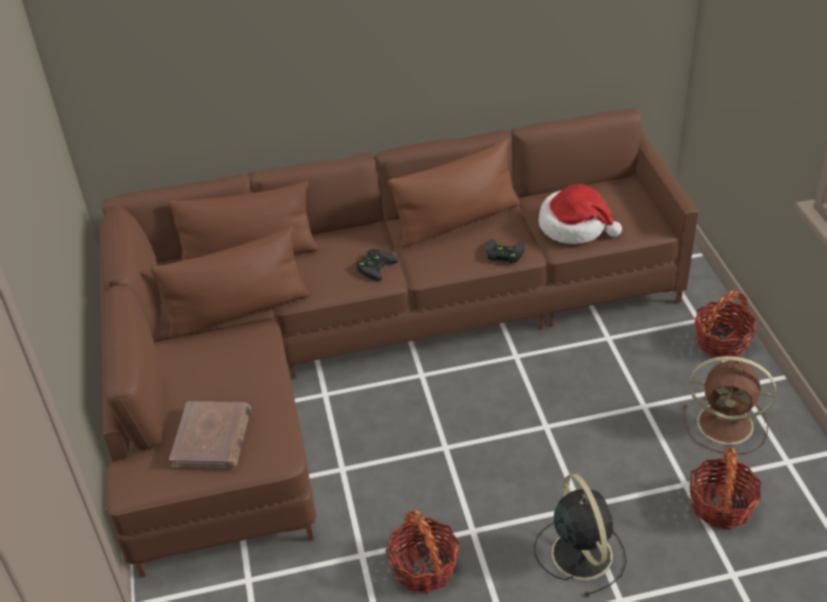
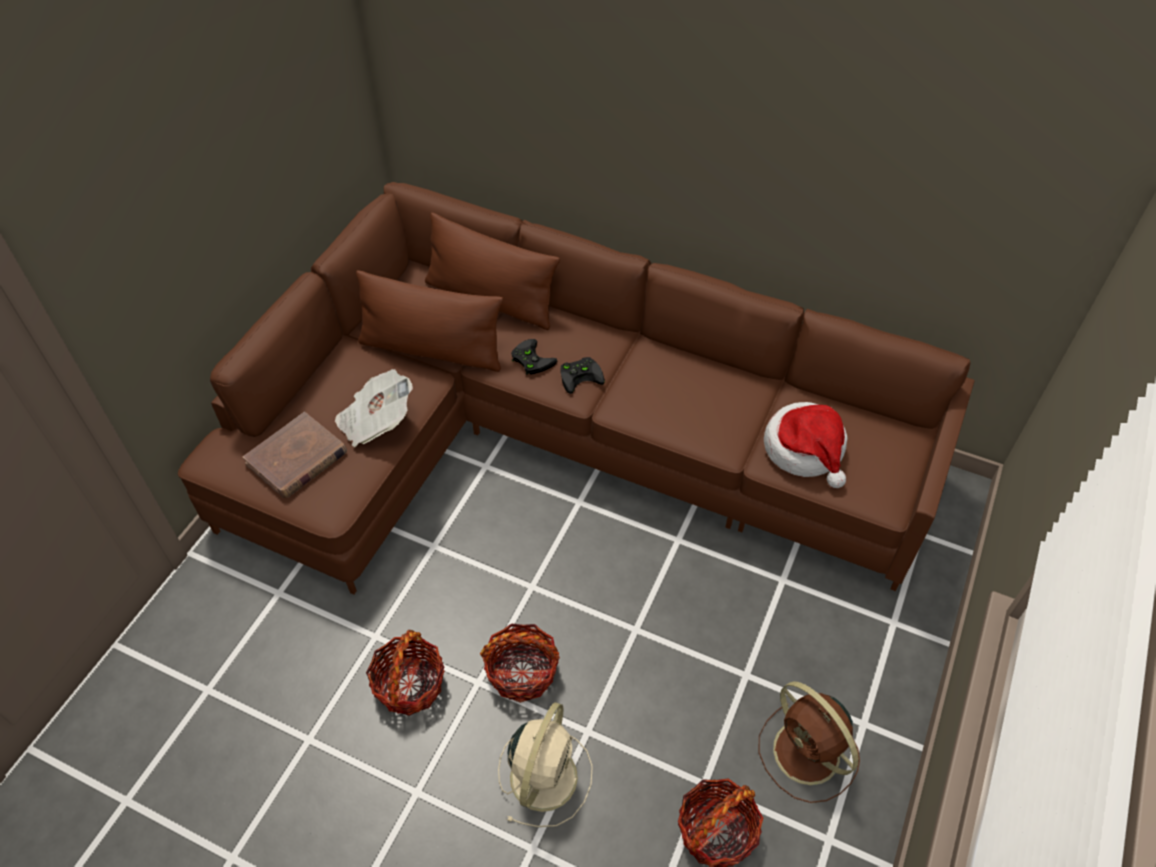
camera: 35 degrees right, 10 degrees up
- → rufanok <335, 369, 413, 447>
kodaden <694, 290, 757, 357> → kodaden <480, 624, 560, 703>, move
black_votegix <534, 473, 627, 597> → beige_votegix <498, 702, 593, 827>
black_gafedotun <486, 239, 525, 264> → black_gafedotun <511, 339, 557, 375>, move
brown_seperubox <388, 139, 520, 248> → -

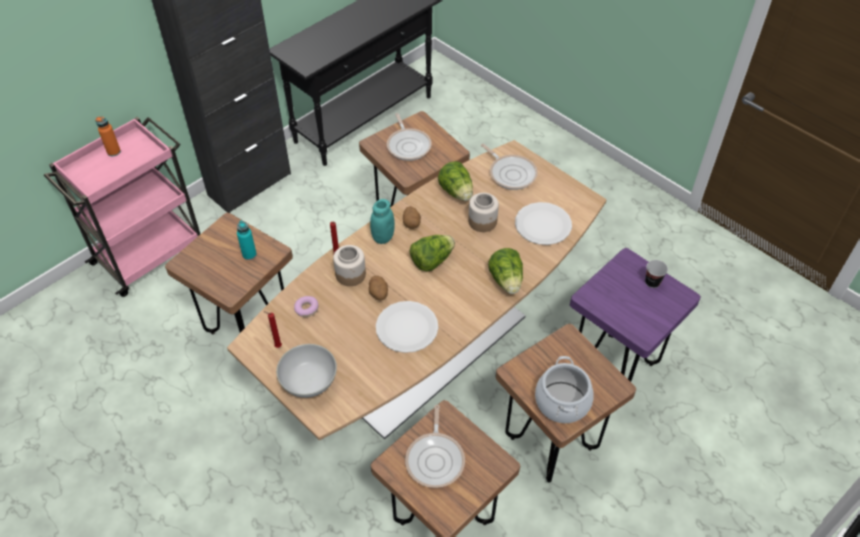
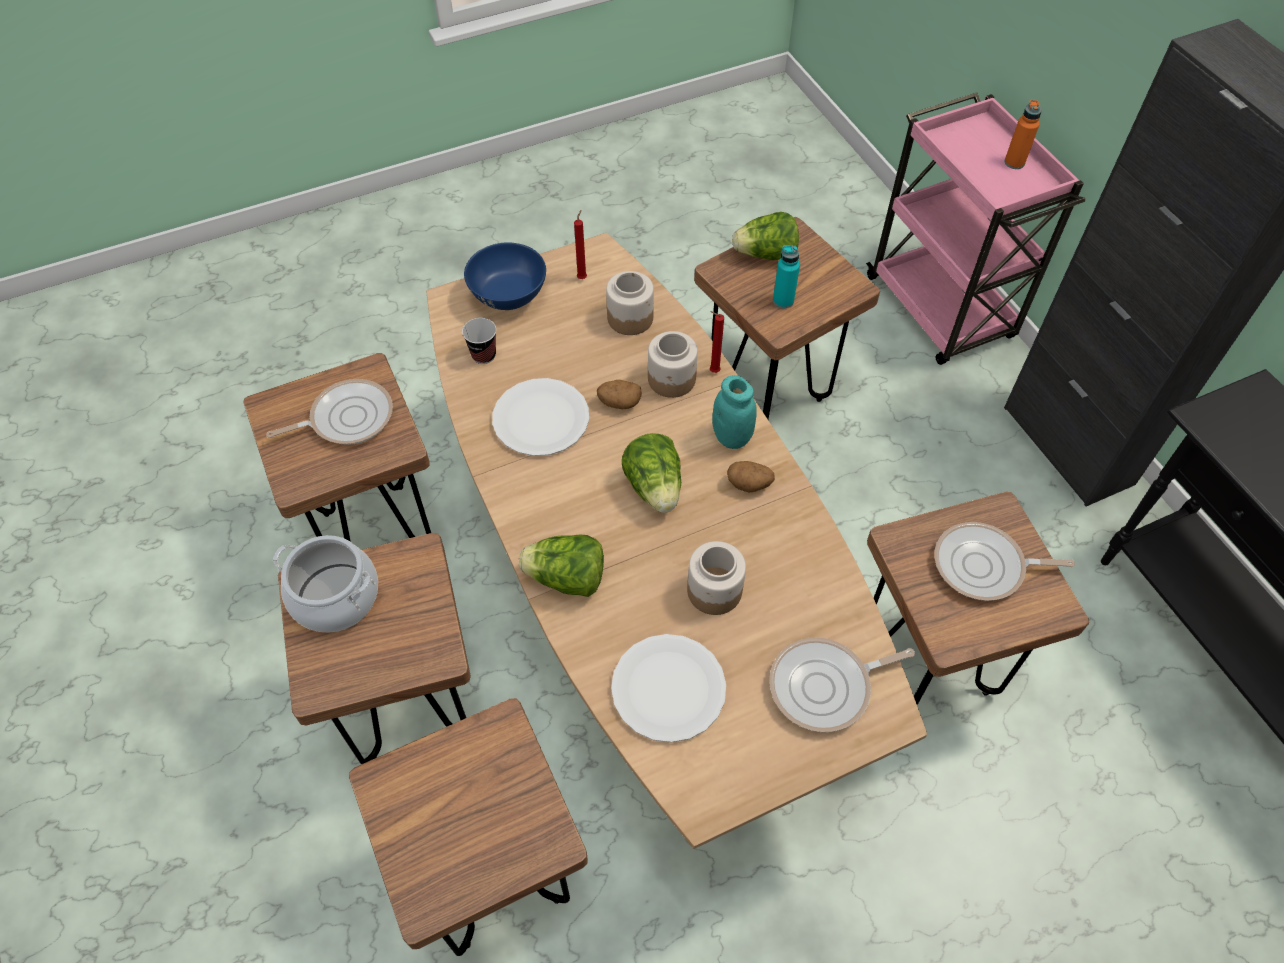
camera: 110 degrees right, 5 degrees up
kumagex <405, 405, 465, 488> → kumagex <266, 379, 393, 445>, 135 degrees clockwise
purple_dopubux <570, 248, 701, 382> → brown_dopubux <349, 698, 587, 956>
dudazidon <645, 260, 668, 288> → dudazidon <462, 318, 496, 364>, move
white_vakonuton <276, 344, 337, 398> → blue_vakonuton <464, 242, 546, 310>
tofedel <294, 296, 319, 317> → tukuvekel <606, 271, 654, 335>
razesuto <438, 161, 473, 201> → razesuto <732, 212, 799, 260>, move

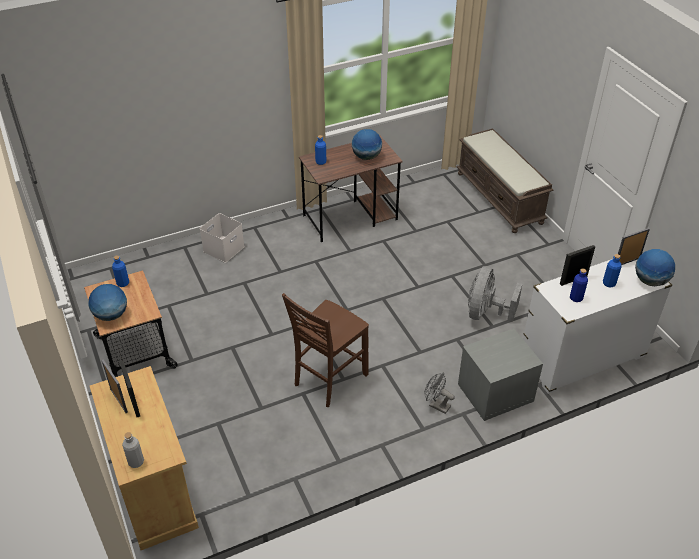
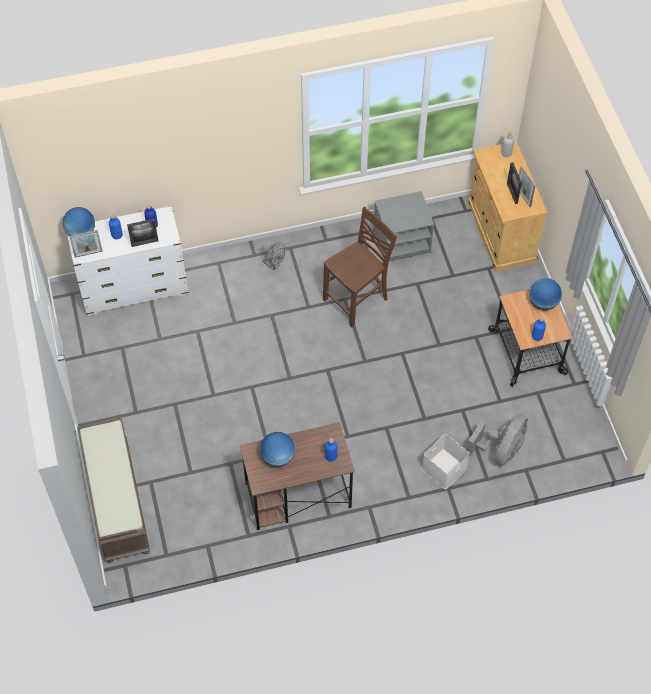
camera: 170 degrees left, 15 degrees up
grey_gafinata <458, 328, 543, 421> → grey_gafinata <373, 191, 434, 261>, move
grey_votegix <468, 266, 522, 322> → grey_votegix <467, 414, 528, 466>, move

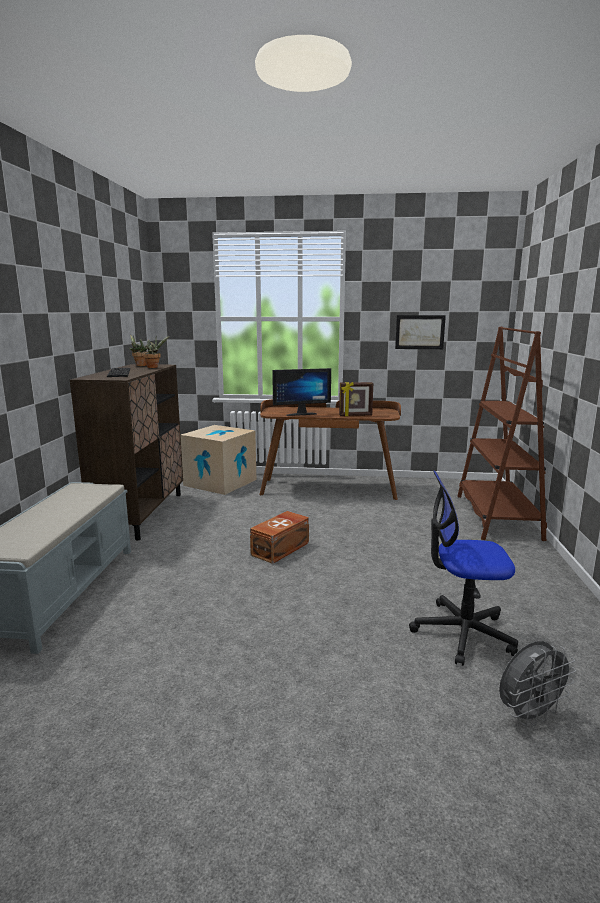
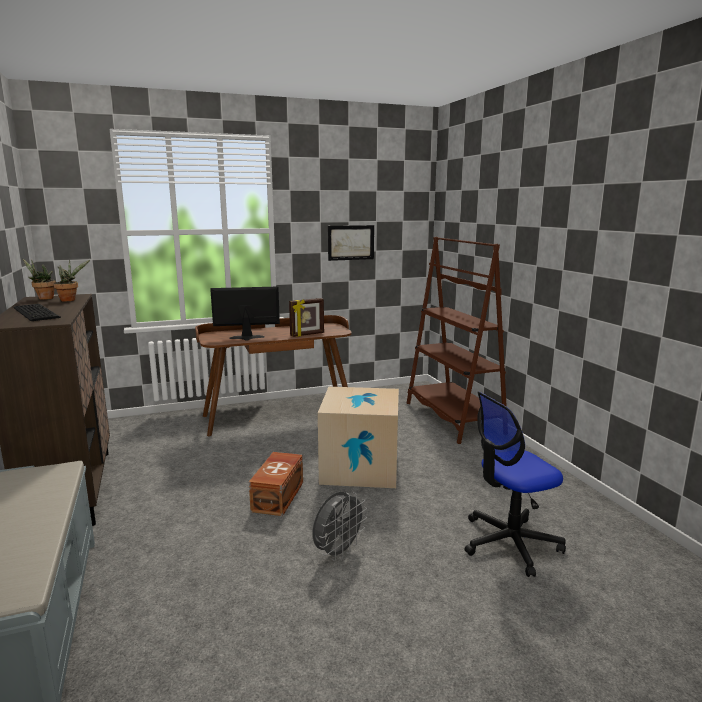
camera: 25 degrees left, 0 degrees up
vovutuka <272, 368, 331, 416> → vovutuka <210, 287, 280, 341>, 150 degrees counterclockwise
grey_votegix <499, 641, 576, 726> → grey_votegix <312, 492, 367, 561>, move
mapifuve <180, 425, 256, 495> → mapifuve <318, 387, 399, 488>, move

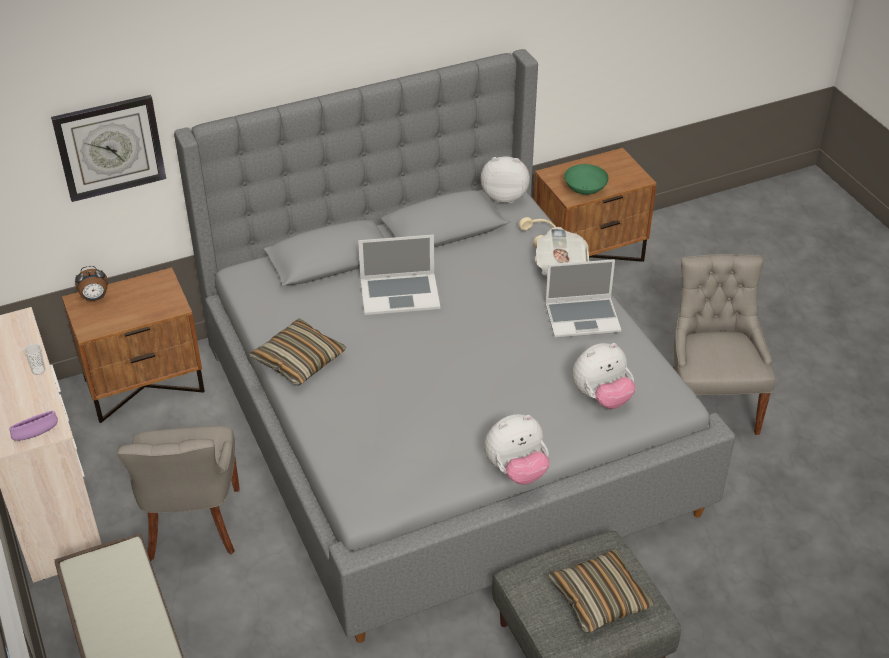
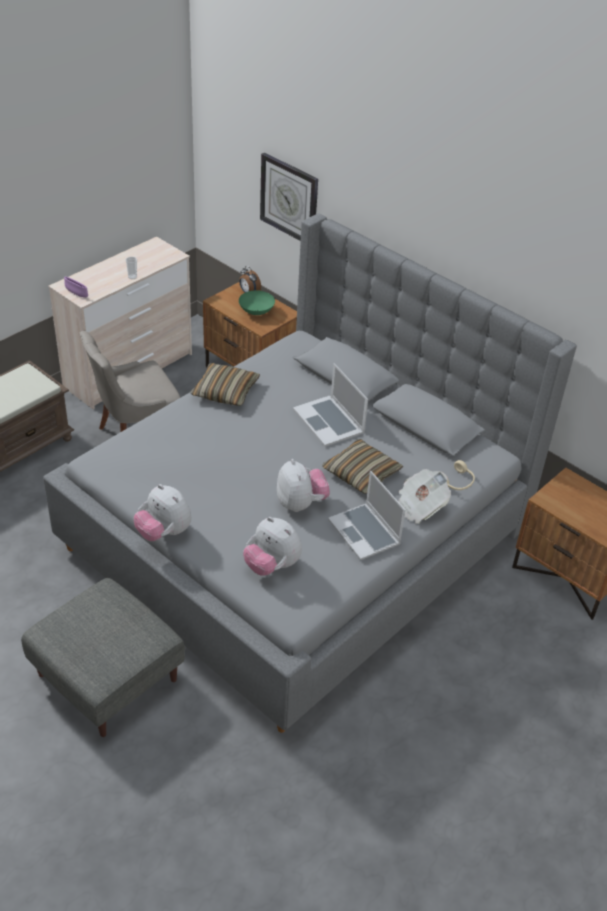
camera: 65 degrees right, 0 degrees up
green_vakonuton <564, 164, 609, 195> → green_vakonuton <239, 290, 275, 315>, move
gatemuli <481, 156, 530, 203> → gatemuli <277, 459, 330, 512>, move
seperubox <549, 549, 654, 633> → seperubox <322, 439, 403, 494>, move
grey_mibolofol <673, 254, 775, 435> → -

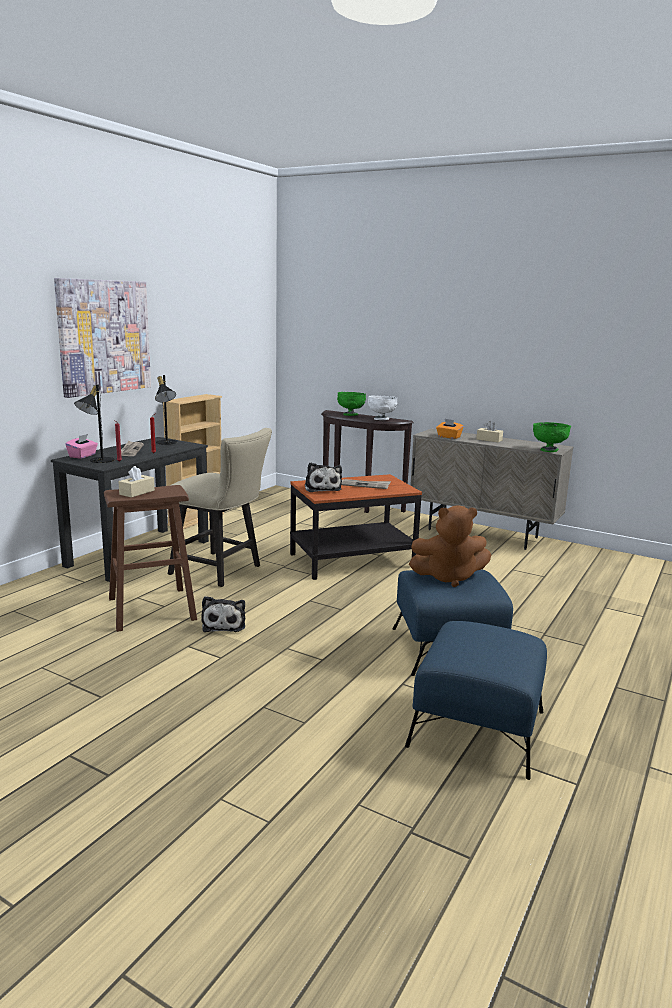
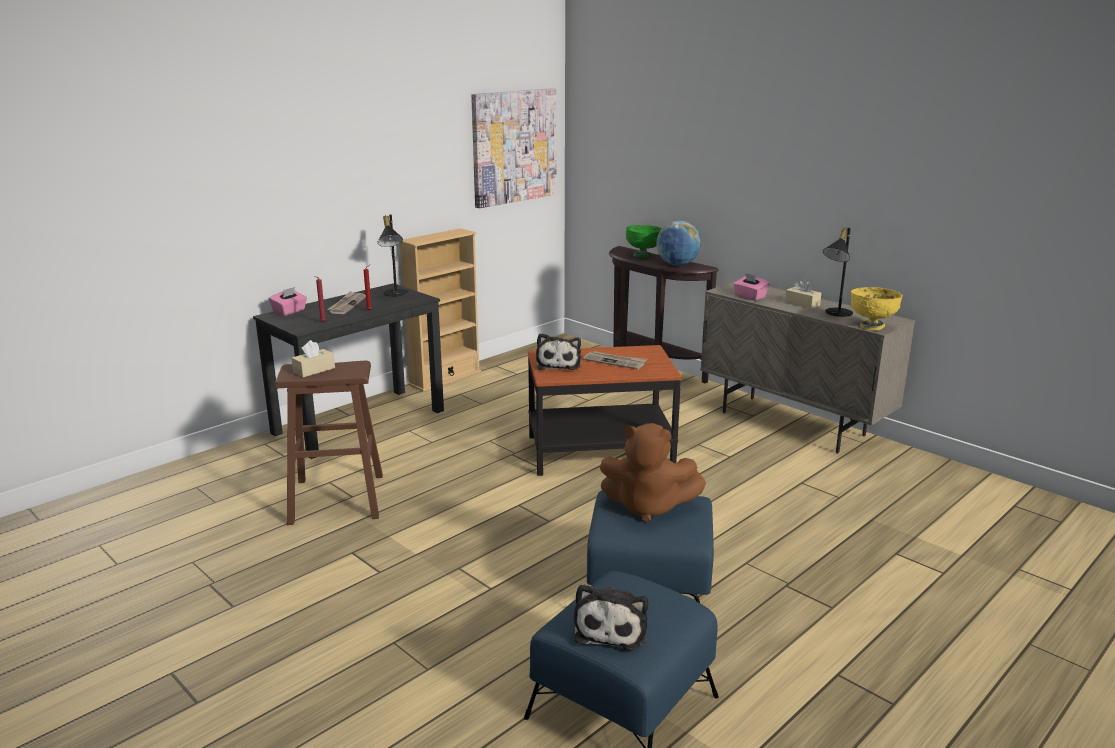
camera: 15 degrees right, 5 degrees up
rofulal <54, 278, 151, 398> → rofulal <471, 88, 556, 208>, move
gatemuli <201, 596, 245, 632> → gatemuli <574, 584, 648, 651>, move
white_vakonuton <368, 396, 397, 420> → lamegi <656, 221, 701, 266>
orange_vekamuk <436, 419, 464, 439> → pink_vekamuk <733, 273, 770, 300>
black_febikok <74, 384, 115, 463> → black_febikok <823, 227, 853, 317>, move
green_vakonuton <533, 422, 571, 452> → yellow_vakonuton <851, 287, 903, 330>
beige_mibolofol <168, 428, 272, 587> → -

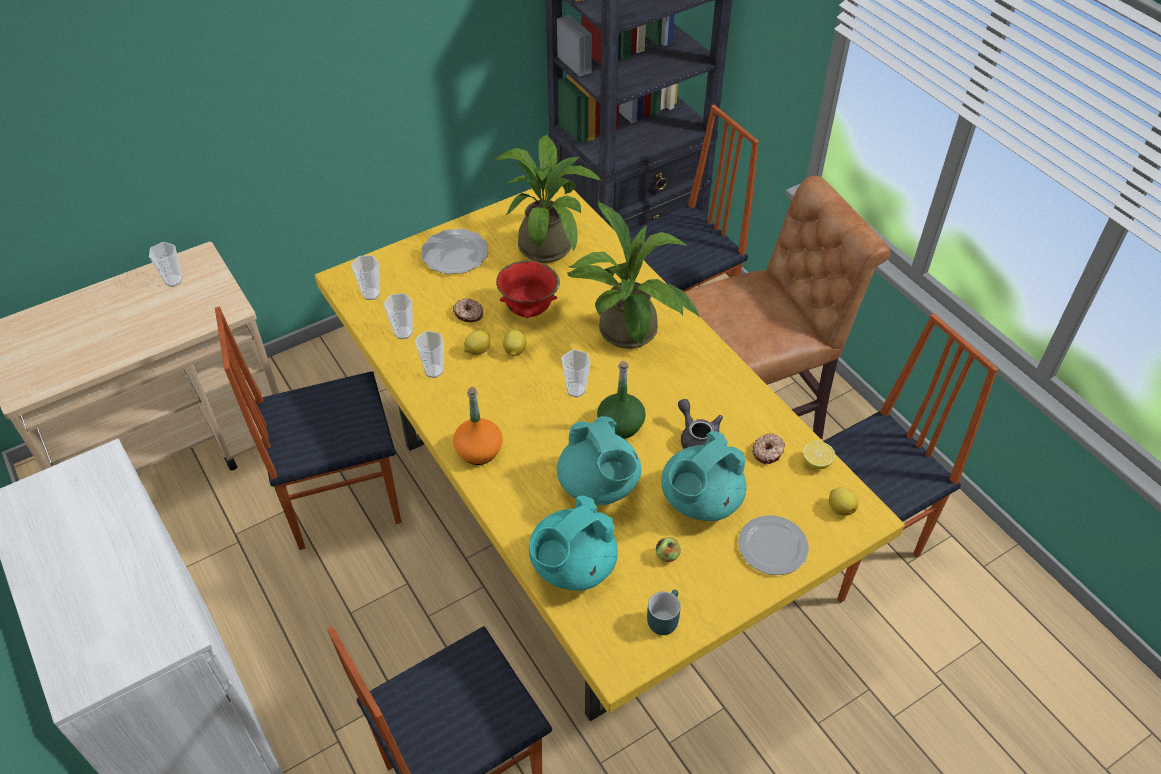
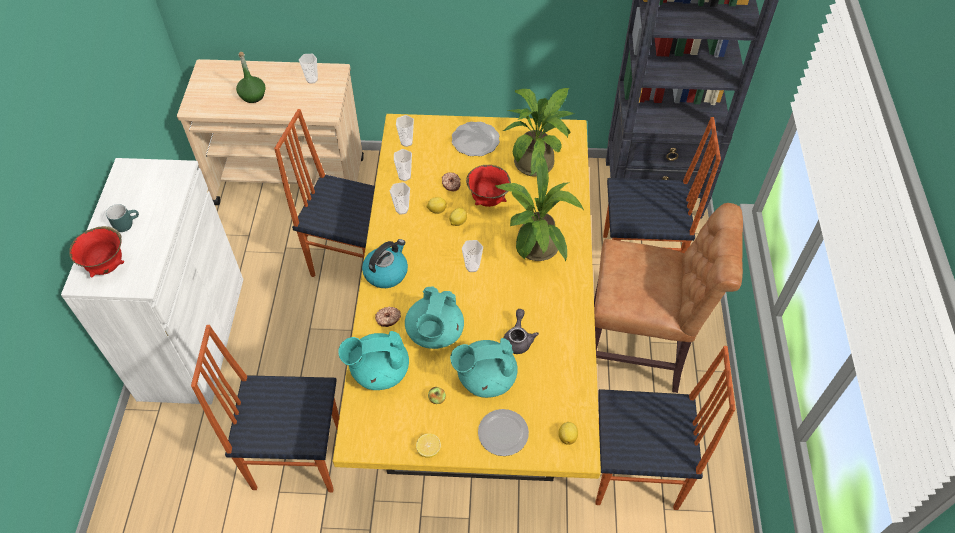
camera: 35 degrees right, 5 degrees up
- → red_vakonuton <69, 226, 124, 277>
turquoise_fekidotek <647, 589, 681, 635> → turquoise_fekidotek <106, 204, 139, 232>, move
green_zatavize <597, 361, 646, 439> → green_zatavize <236, 52, 266, 103>, move
orange_zatavize <453, 387, 502, 465> → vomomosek <362, 239, 408, 288>
tofedel <752, 433, 785, 464> → tofedel <375, 307, 401, 327>, move
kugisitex <803, 441, 835, 469> → kugisitex <416, 433, 441, 458>, move

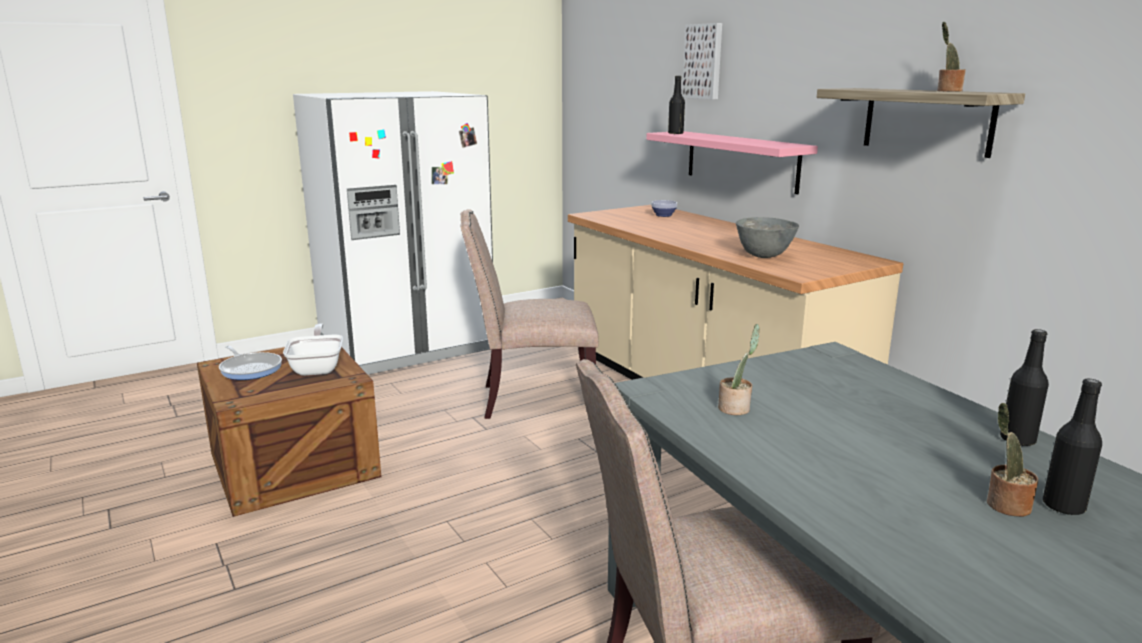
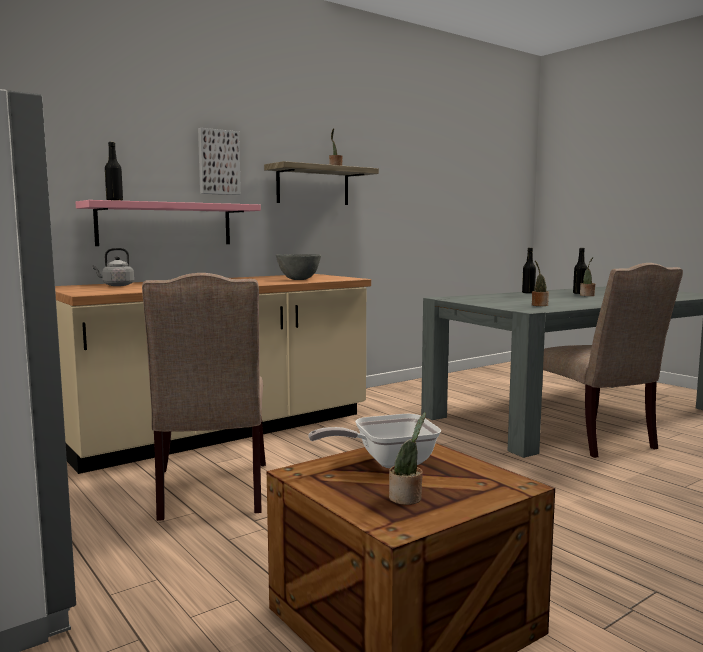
camera: 95 degrees left, 10 degrees down
vakonuton <651, 200, 677, 217> → grey_vomomosek <92, 248, 134, 286>
rofulal <682, 23, 722, 100> → rofulal <198, 128, 241, 195>, move
kumagex <219, 345, 282, 380> → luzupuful <389, 412, 426, 505>

